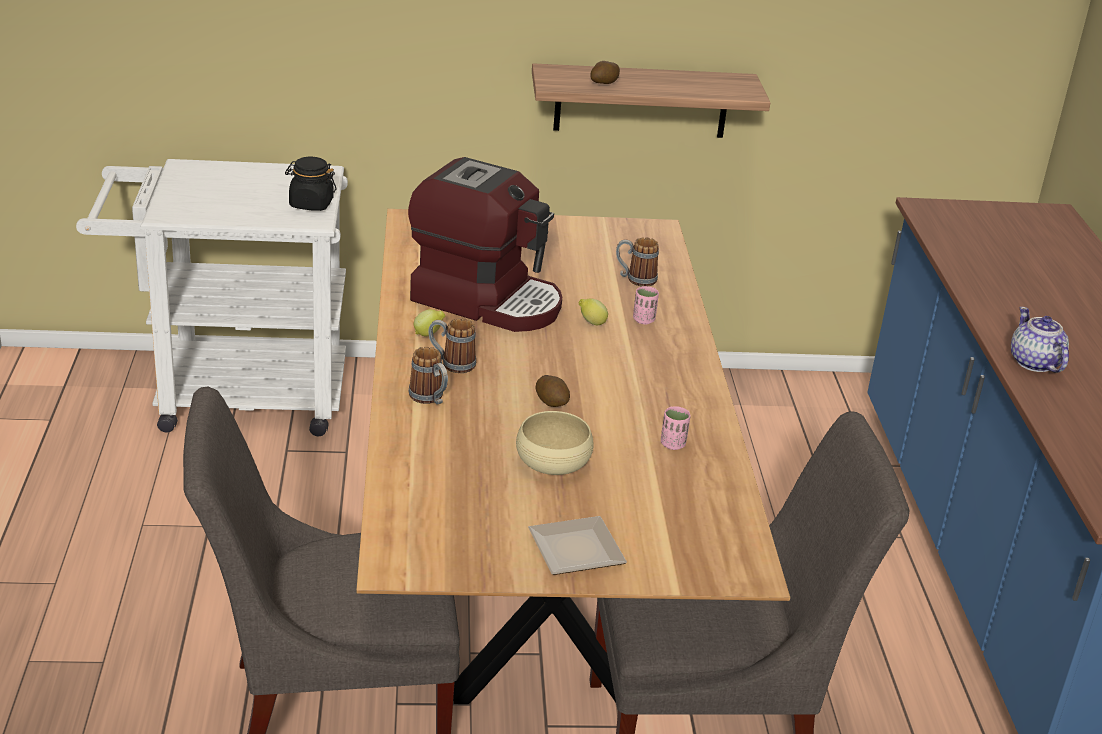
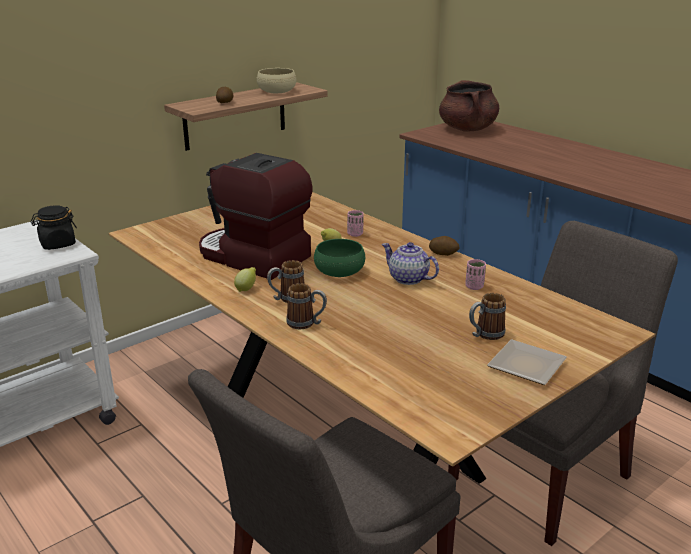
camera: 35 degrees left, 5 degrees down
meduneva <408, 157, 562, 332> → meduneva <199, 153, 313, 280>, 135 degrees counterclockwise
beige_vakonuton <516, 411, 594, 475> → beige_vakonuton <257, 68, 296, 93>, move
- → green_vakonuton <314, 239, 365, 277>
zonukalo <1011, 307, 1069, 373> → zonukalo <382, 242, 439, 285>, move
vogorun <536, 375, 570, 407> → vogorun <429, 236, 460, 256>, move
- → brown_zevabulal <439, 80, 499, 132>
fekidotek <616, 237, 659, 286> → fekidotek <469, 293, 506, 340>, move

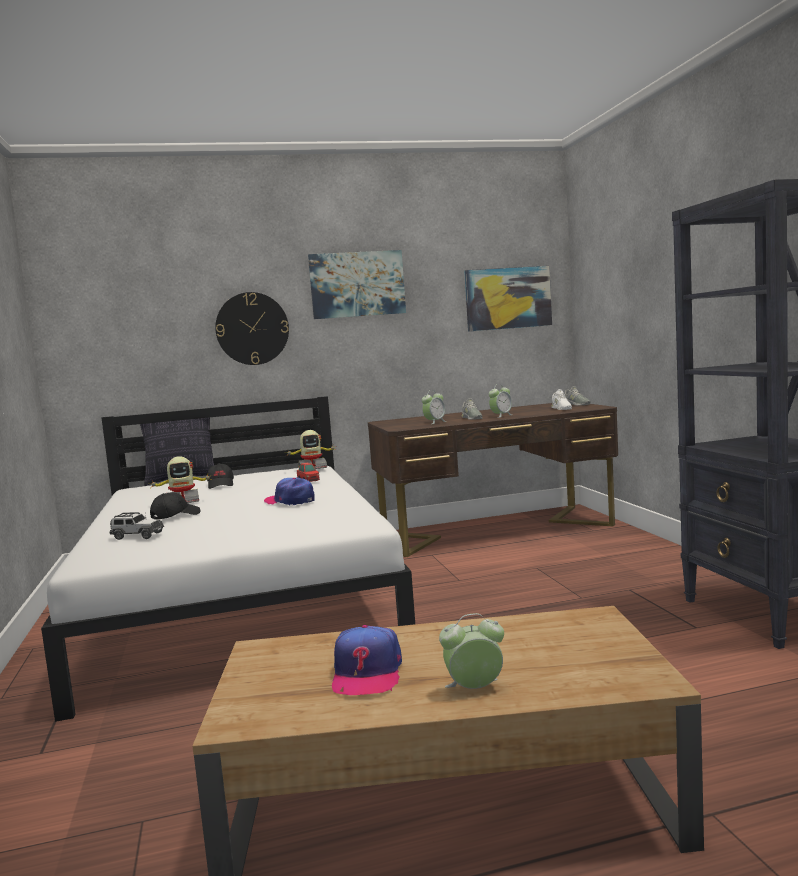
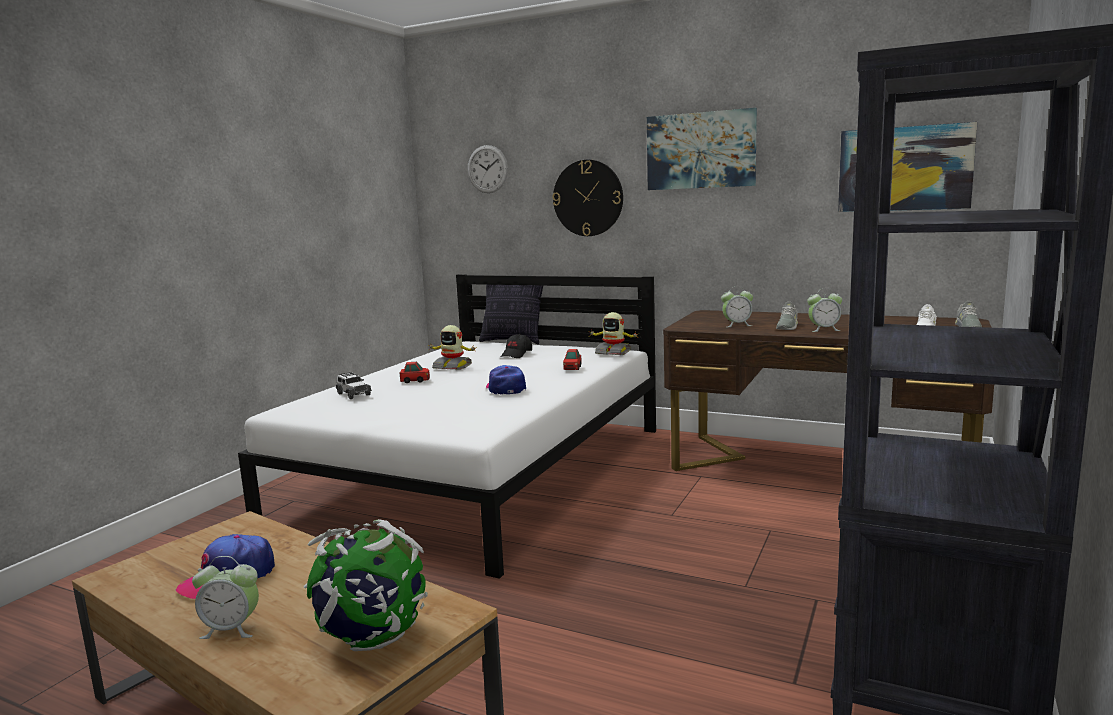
camera: 40 degrees right, 5 degrees up
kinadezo <439, 613, 504, 689> → kinadezo <192, 556, 259, 639>, 150 degrees clockwise
- → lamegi <304, 519, 428, 651>
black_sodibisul <150, 492, 201, 520> → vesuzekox <400, 362, 430, 383>
- → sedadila <468, 145, 508, 193>

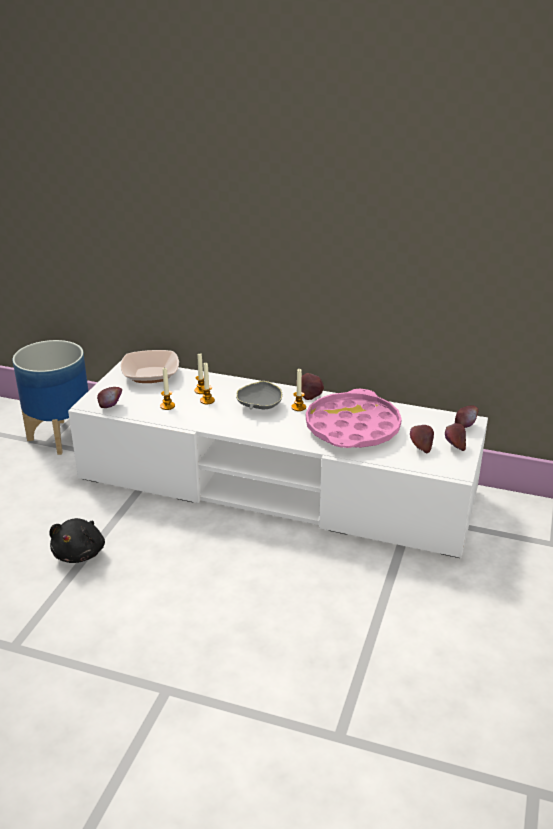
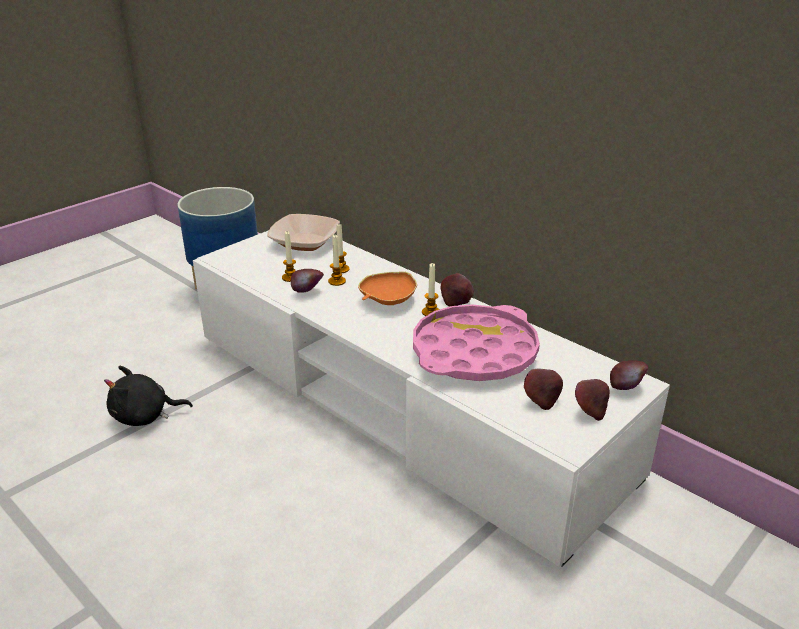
camera: 25 degrees right, 0 degrees up
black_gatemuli <49, 518, 105, 563> → black_gatemuli <104, 366, 193, 426>, 45 degrees clockwise
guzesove <97, 387, 122, 408> → guzesove <291, 269, 324, 293>, move
grey_vakonuton <236, 381, 282, 409> → orange_vakonuton <358, 271, 417, 305>

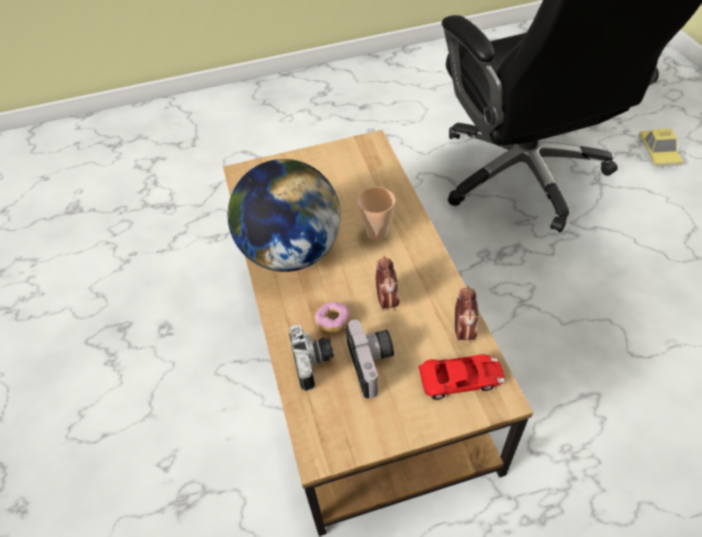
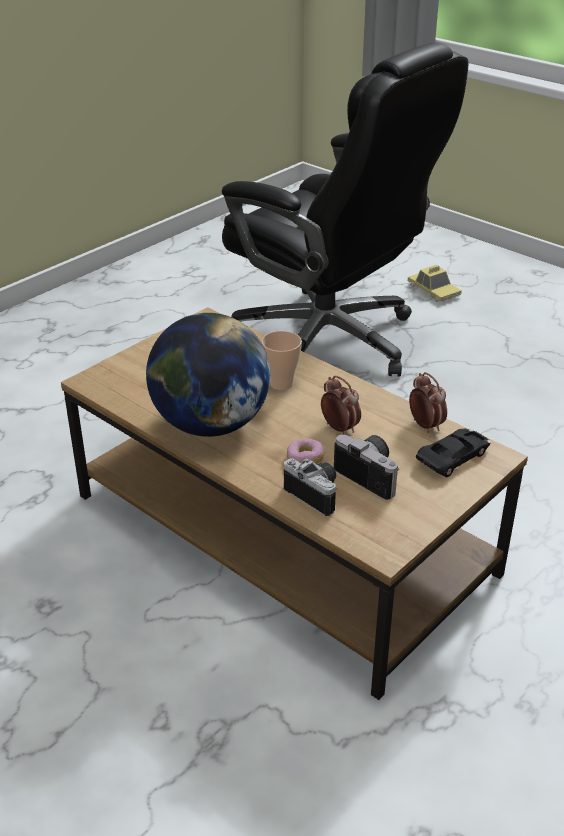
camera: 35 degrees left, 15 degrees down
red_vesuzekox <418, 354, 505, 400> → black_vesuzekox <416, 429, 491, 477>

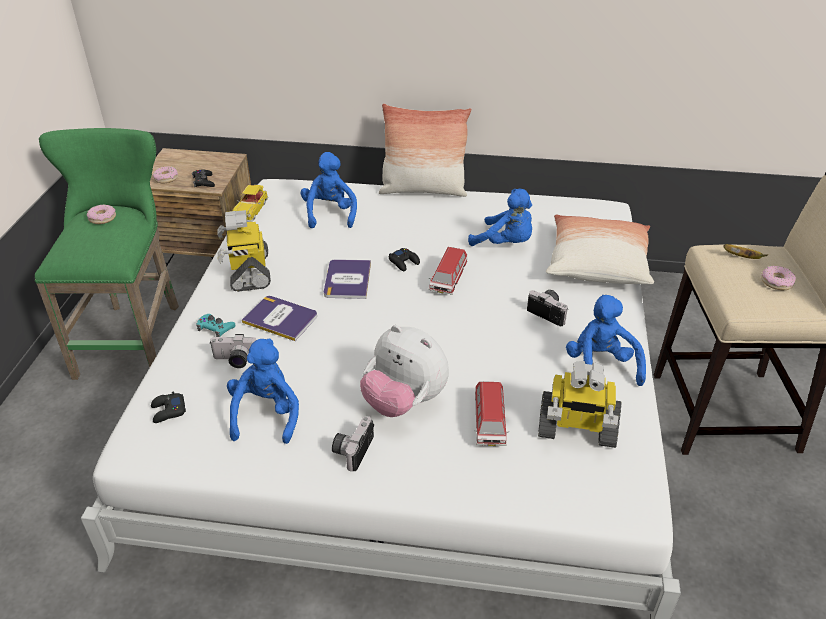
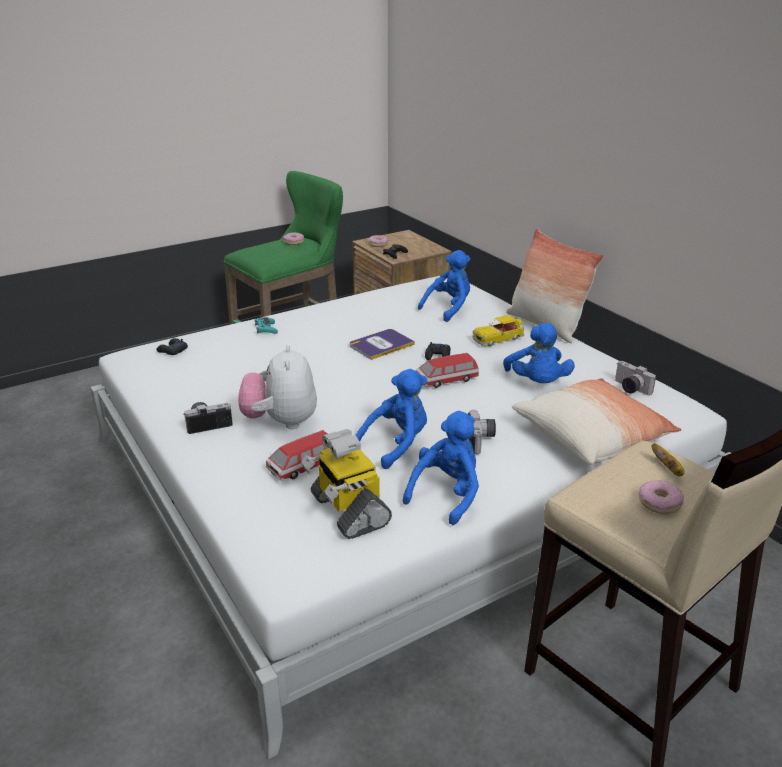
camera: 50 degrees right, 10 degrees down
blue_gatemuli <227, 338, 299, 444> → blue_gatemuli <356, 369, 427, 469>, move
vesuzekox <232, 185, 268, 222> → vesuzekox <472, 315, 524, 346>, move
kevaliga <209, 334, 256, 368> → kevaliga <615, 361, 656, 395>, move
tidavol <217, 210, 271, 292> → -
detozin <242, 296, 317, 341> → -

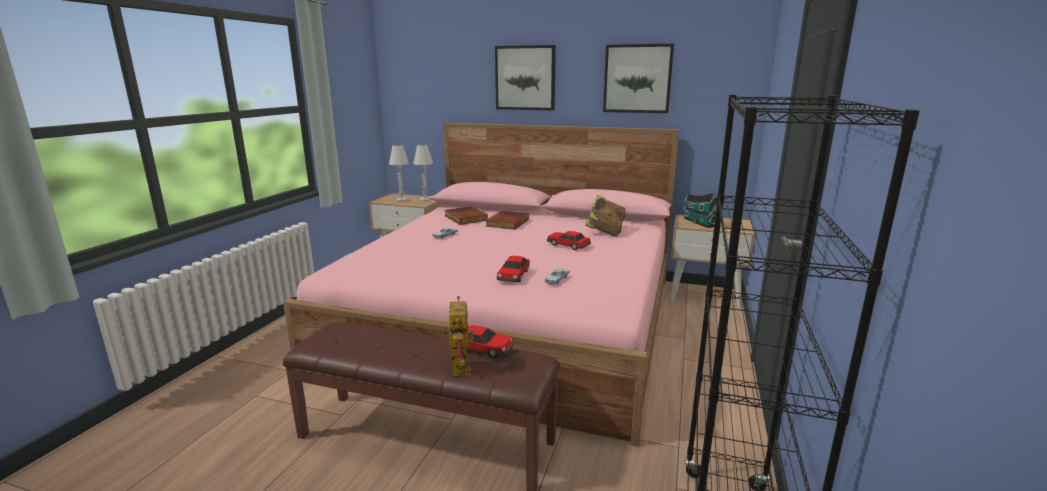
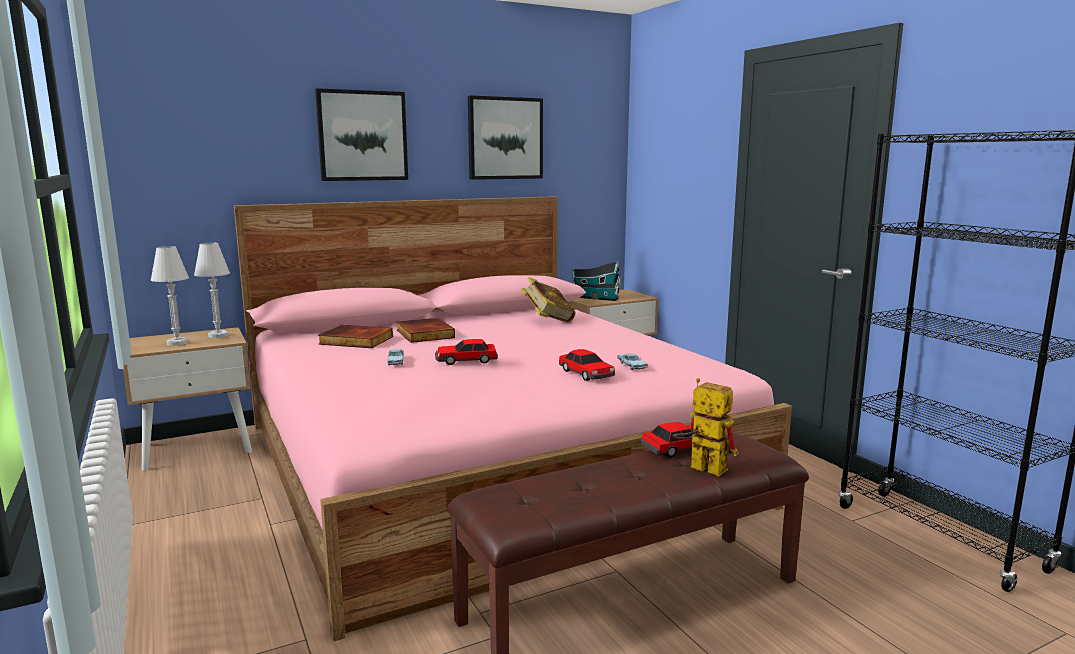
camera: 45 degrees left, 5 degrees down
vesuzekox <547, 231, 591, 250> → vesuzekox <435, 339, 498, 365>, move

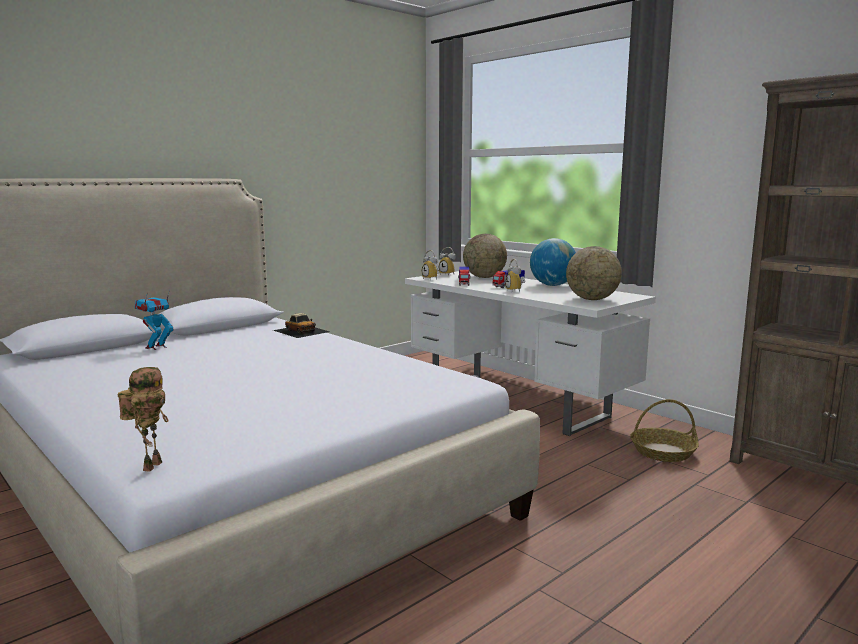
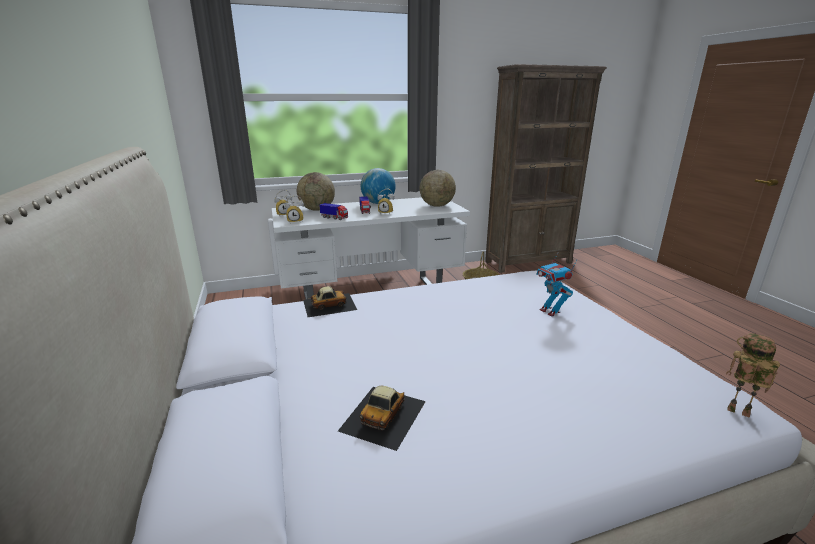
camera: 65 degrees left, 10 degrees up
- → vesuzekox <338, 386, 426, 451>
tidavol <134, 289, 173, 350> → tidavol <536, 253, 577, 317>, move

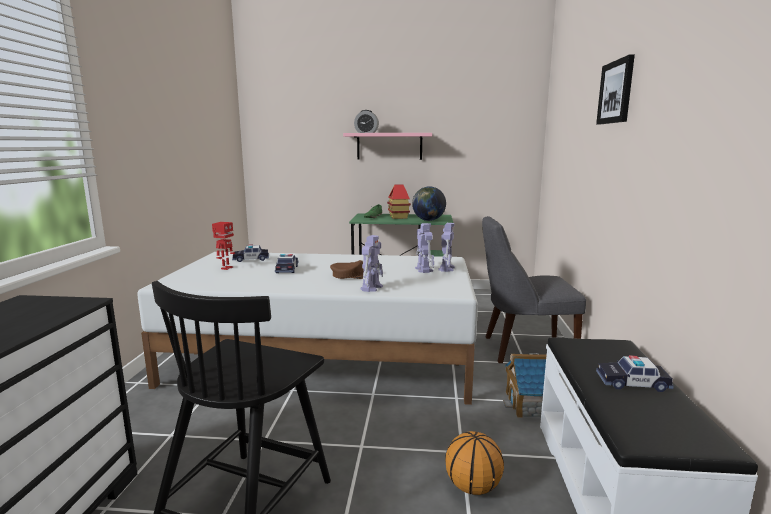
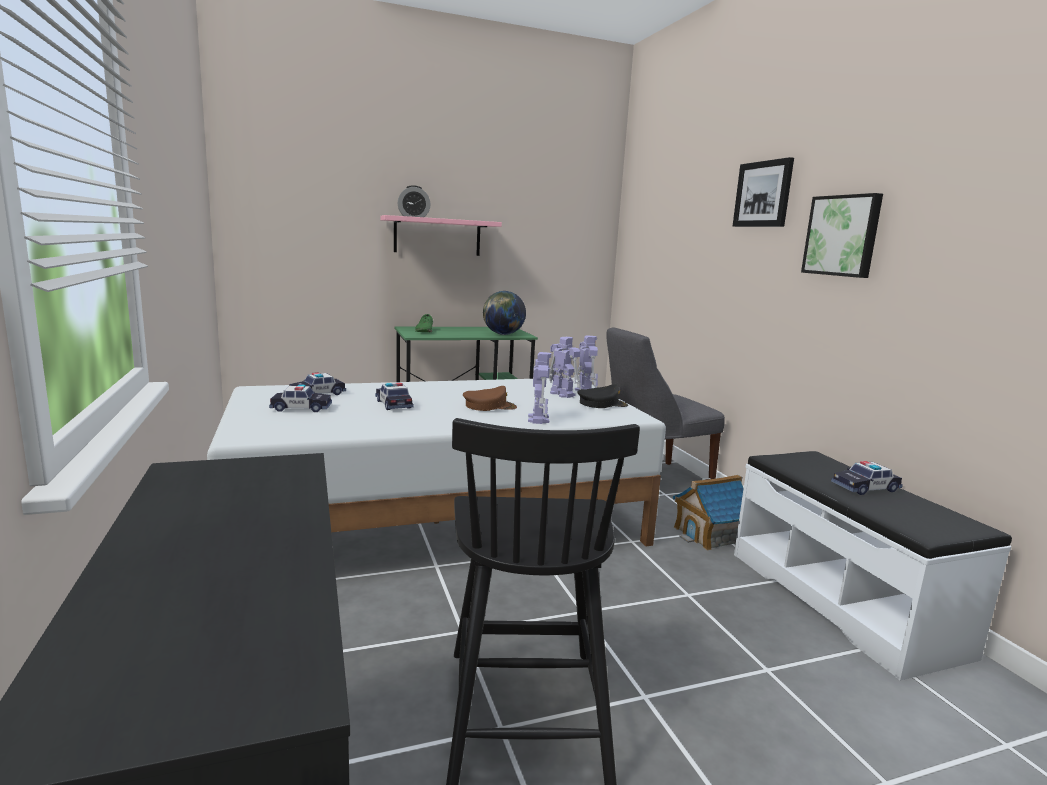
camera: 25 degrees left, 0 degrees up
tidavol <212, 222, 235, 270> → vesuzekox <269, 385, 332, 412>
- → black_sodibisul <577, 384, 628, 408>
- → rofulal <801, 193, 883, 278>
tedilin <387, 184, 411, 219> → -
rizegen <445, 431, 504, 495> → -

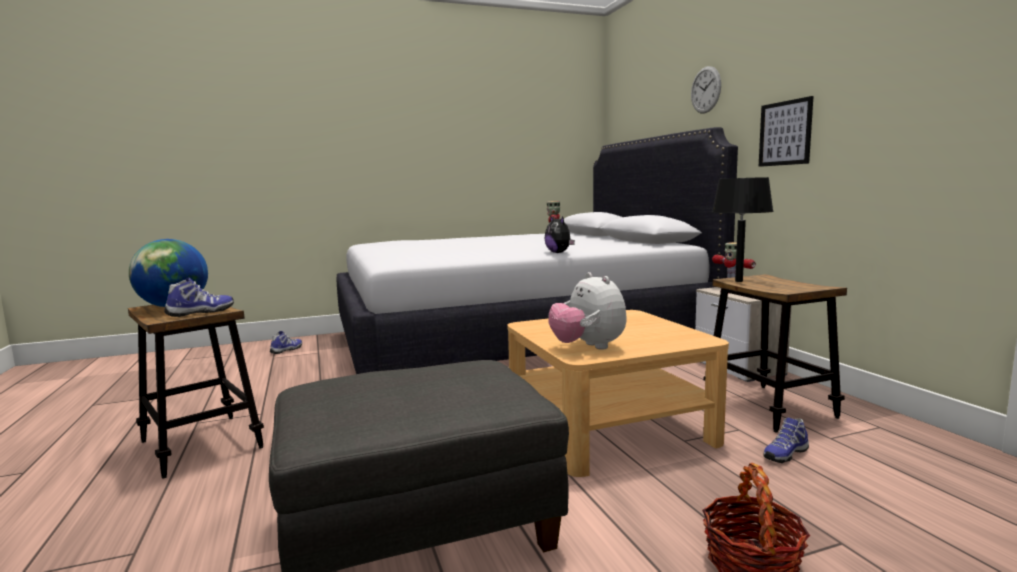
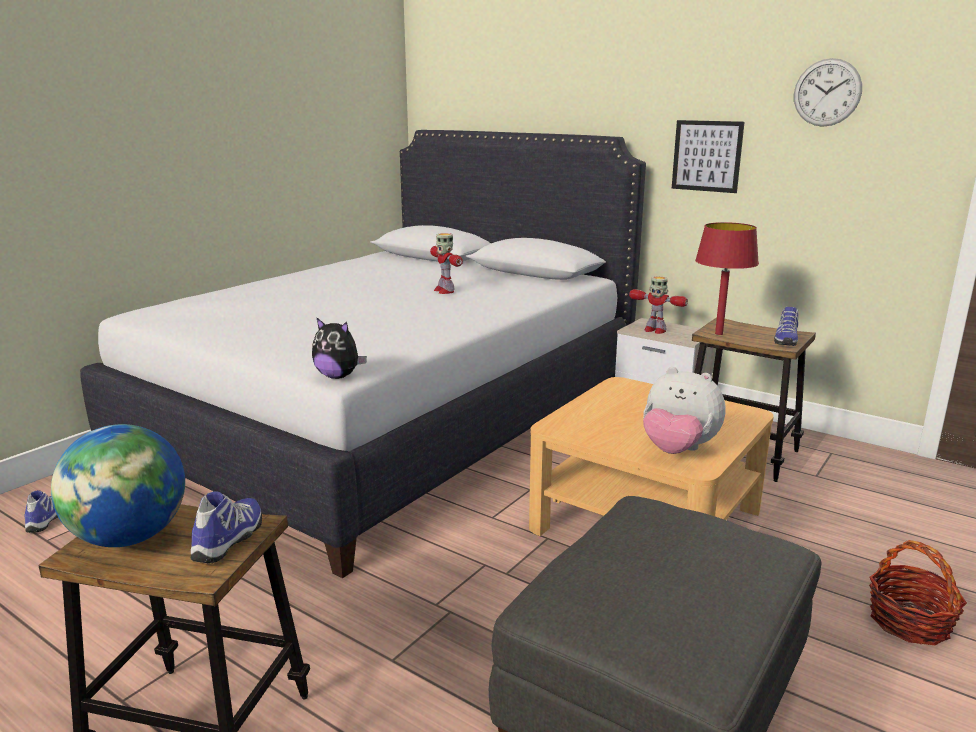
camera: 35 degrees left, 10 degrees up
gatemuli <544, 216, 575, 253> → gatemuli <312, 317, 367, 379>, move
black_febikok <712, 177, 774, 282> → red_febikok <695, 222, 759, 335>
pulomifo <763, 418, 809, 463> → pulomifo <774, 307, 798, 346>, move
sedadila <691, 66, 721, 113> → sedadila <794, 58, 862, 127>, move

